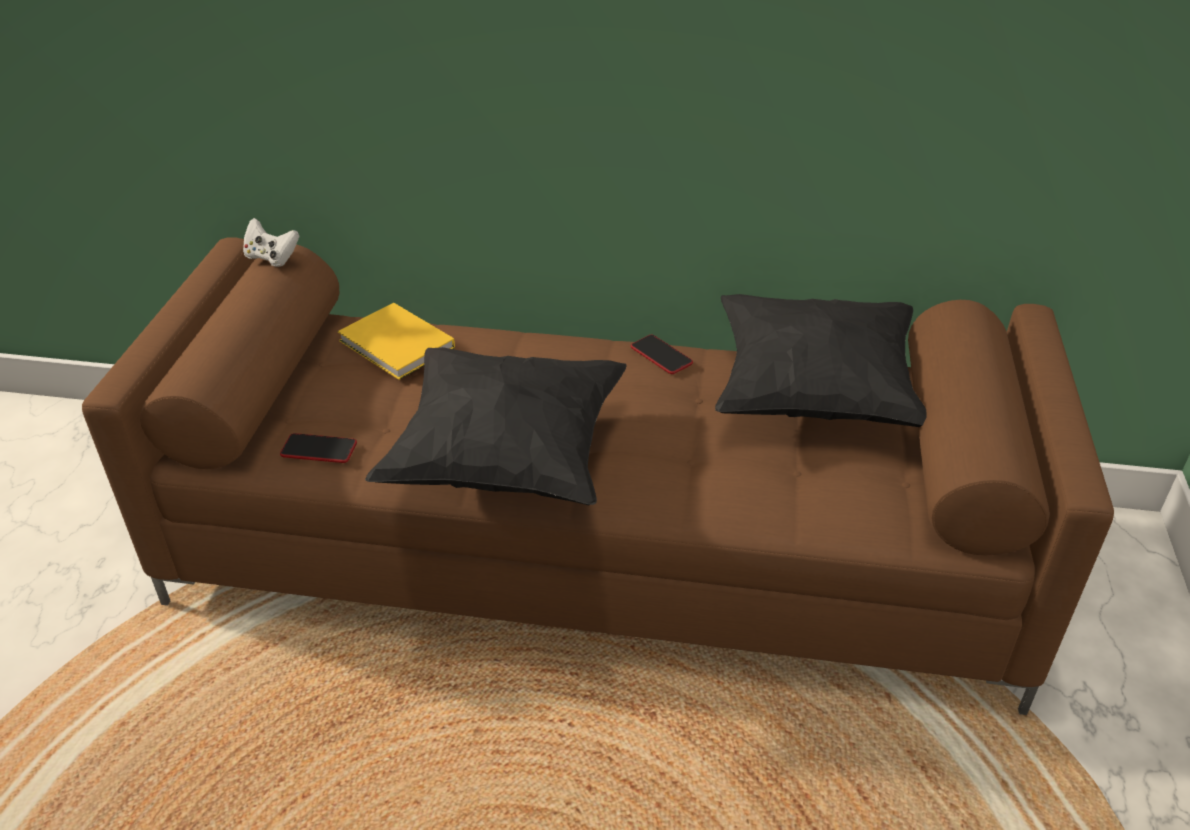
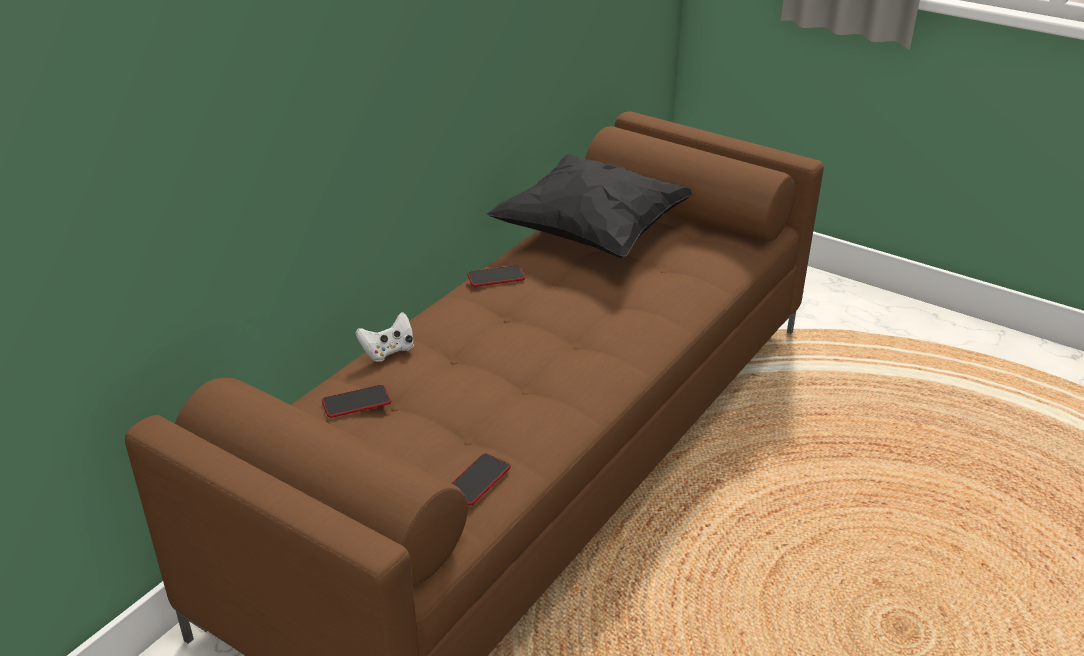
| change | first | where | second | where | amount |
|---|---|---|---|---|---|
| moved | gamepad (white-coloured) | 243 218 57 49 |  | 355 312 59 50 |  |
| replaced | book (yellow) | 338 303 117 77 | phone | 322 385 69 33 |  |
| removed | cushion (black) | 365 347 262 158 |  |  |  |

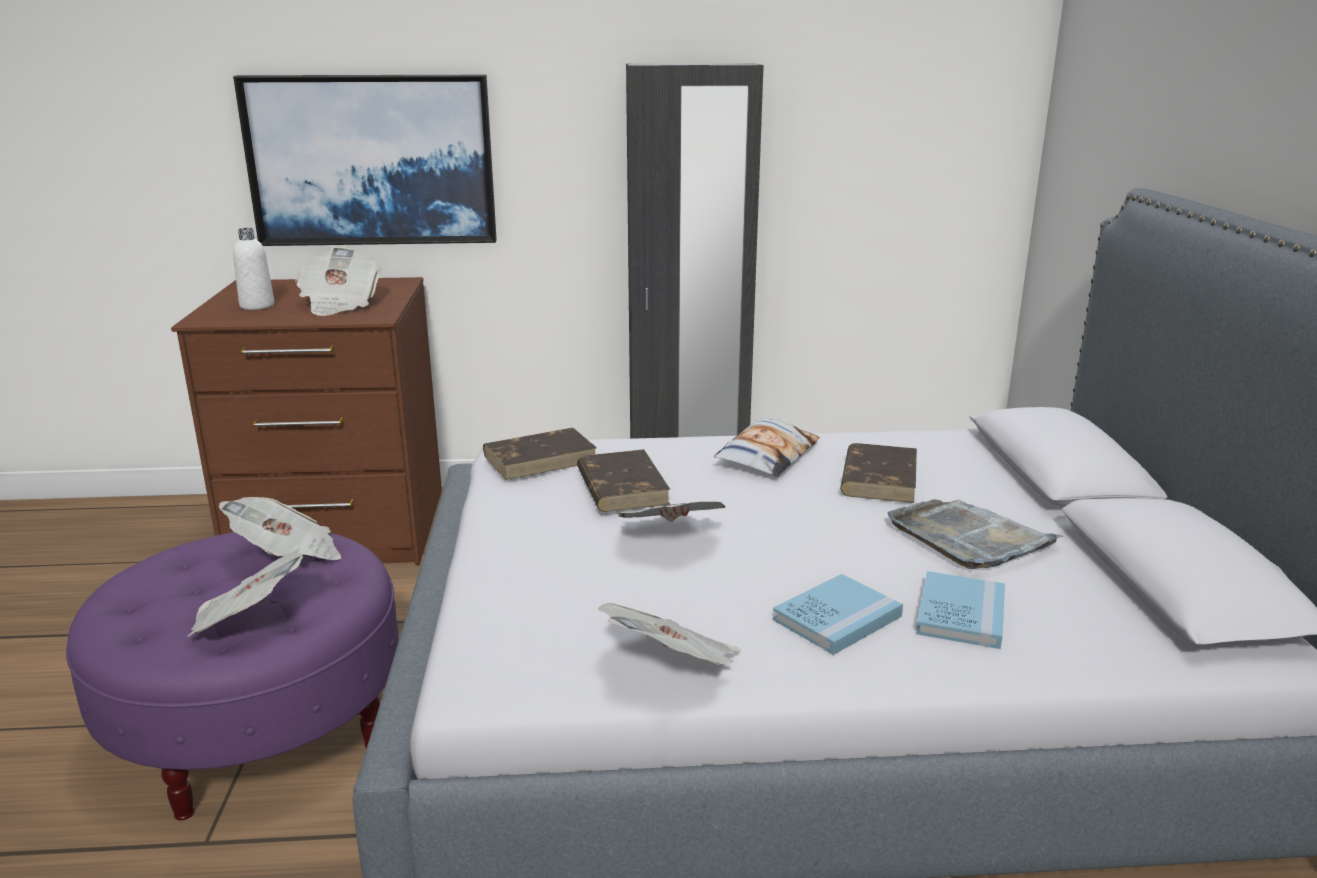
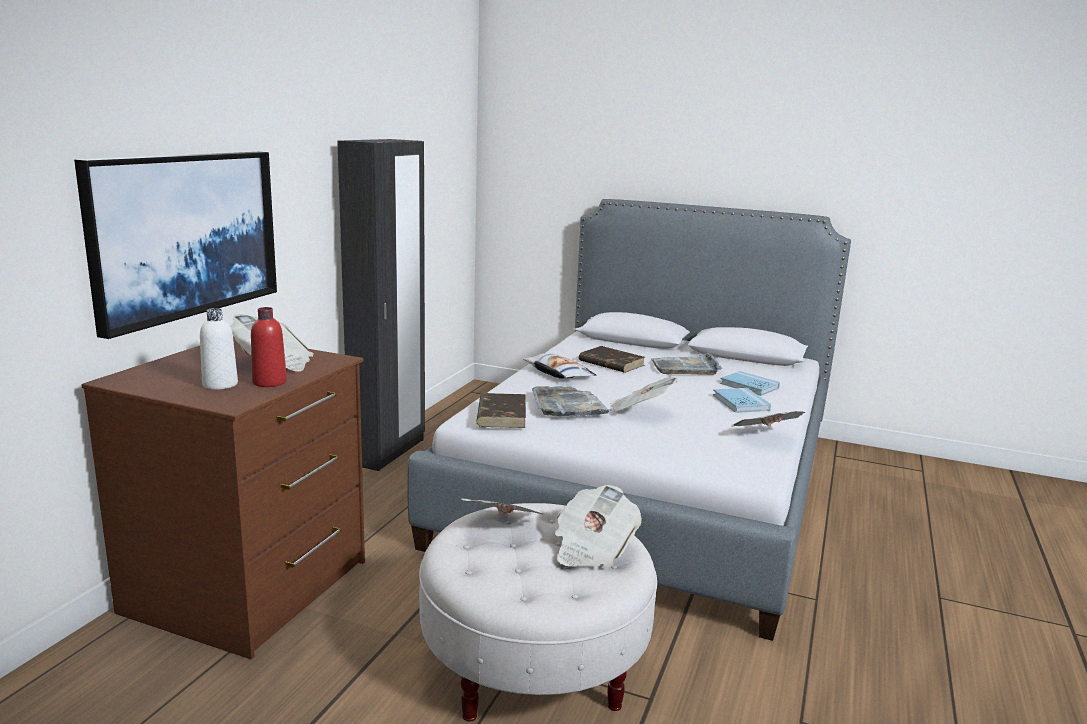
| change | first | where | second | where | amount |
|---|---|---|---|---|---|
| recoloured | pouffe (purplish) | 66 532 333 289 | pouffe (white-coloured) | 419 503 238 219 |  |
| replaced | book (brown-coloured) | 577 449 94 63 | carrying tray (greyish) | 532 386 78 30 |  |
| added |  |  | beverage bottle (red-coloured) | 251 307 36 80 |  |

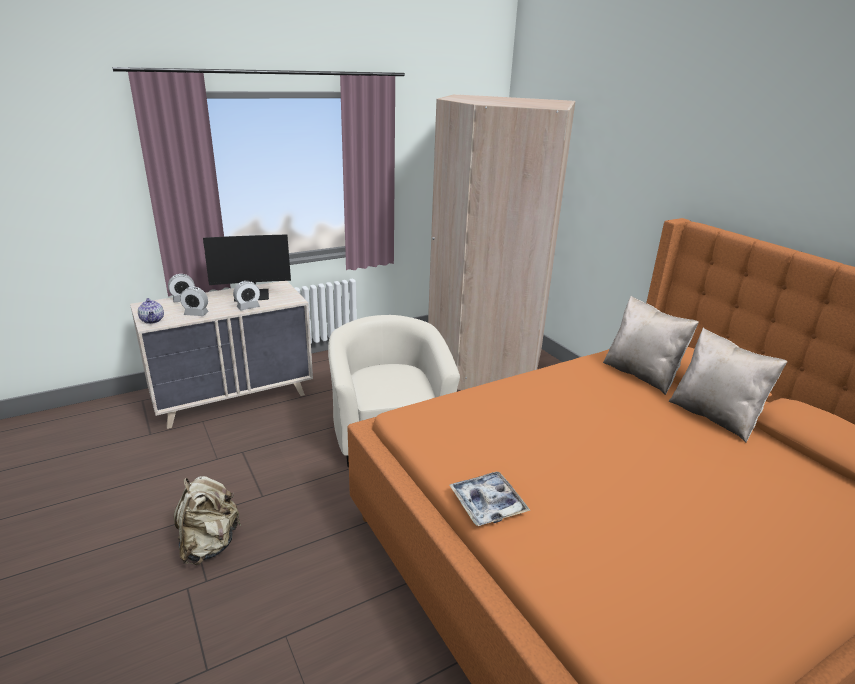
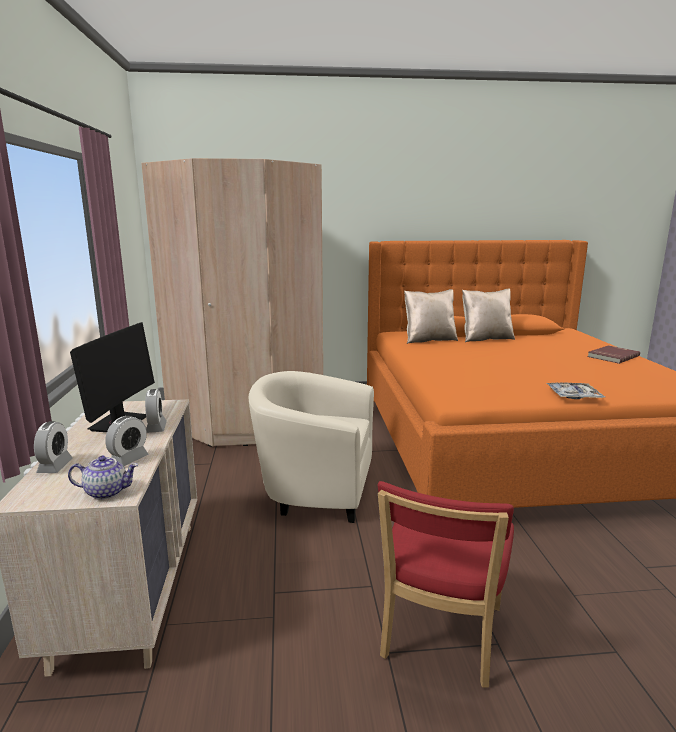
| change | first | where | second | where | amount |
|---|---|---|---|---|---|
| replaced | backpack (sand-coloured) | 174 476 67 89 | plain chair (red-coloured) | 378 481 136 206 |  |
| added |  |  | book (red-coloured) | 588 345 52 19 |  |

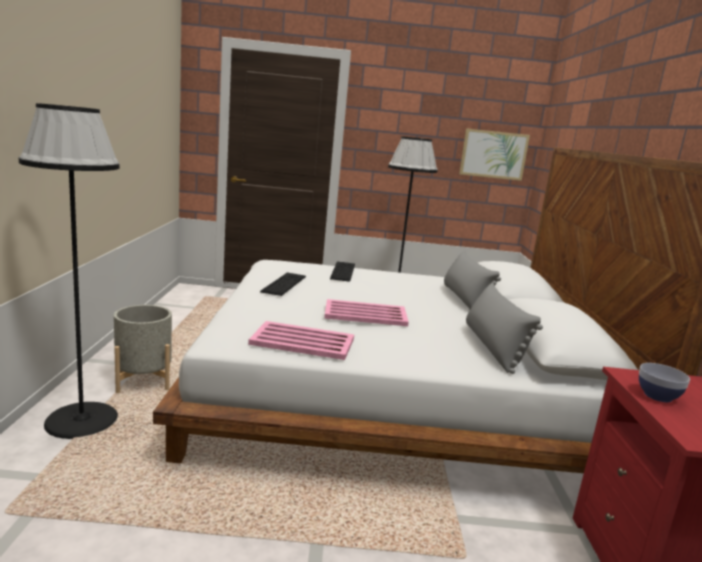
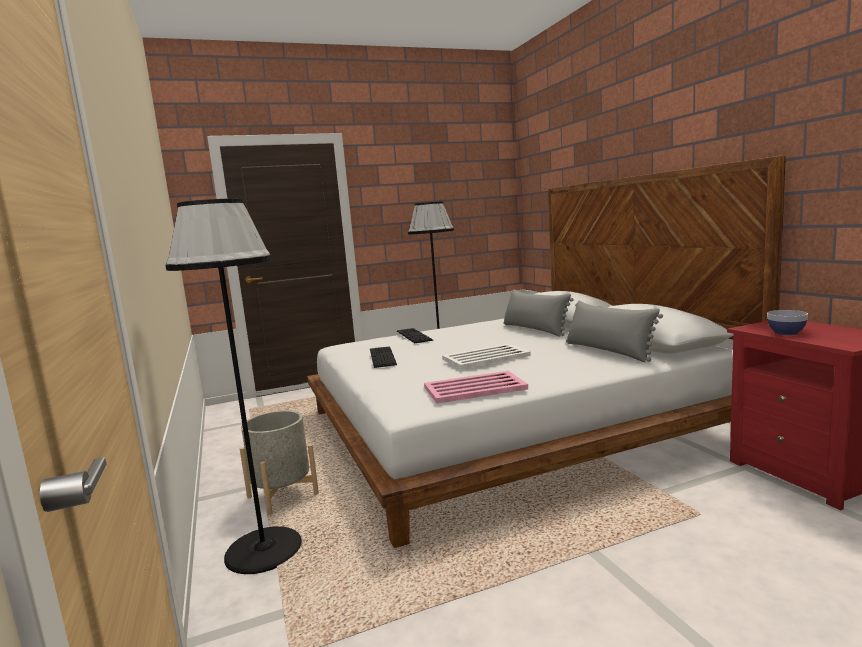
| change | first | where | second | where | amount |
|---|---|---|---|---|---|
| recoloured | carrying tray (pink) | 324 299 85 27 | carrying tray (white-coloured) | 442 344 89 25 |  |
| removed | picture | 459 128 71 53 |  |  |  |

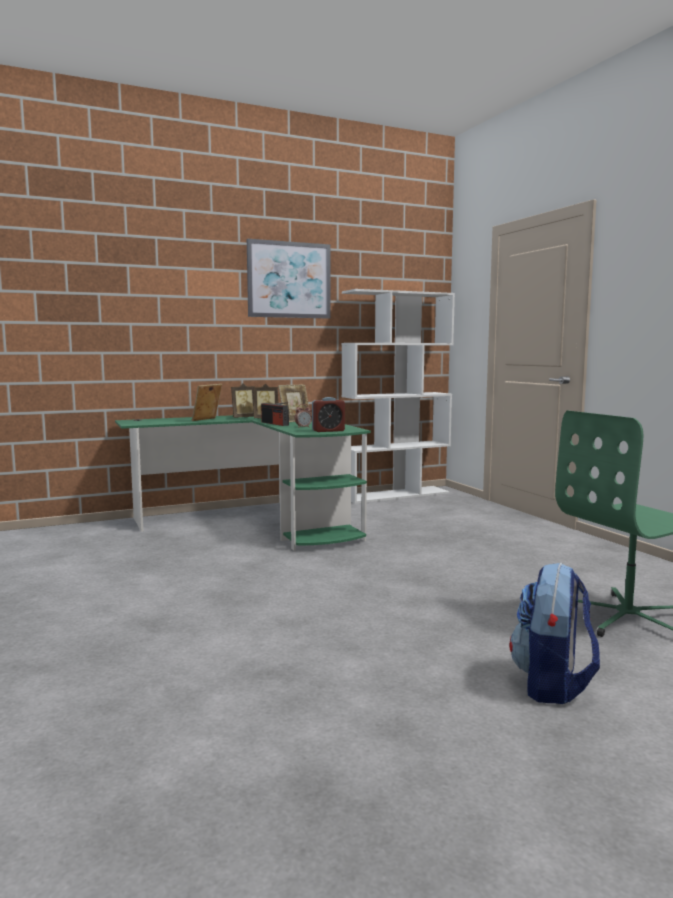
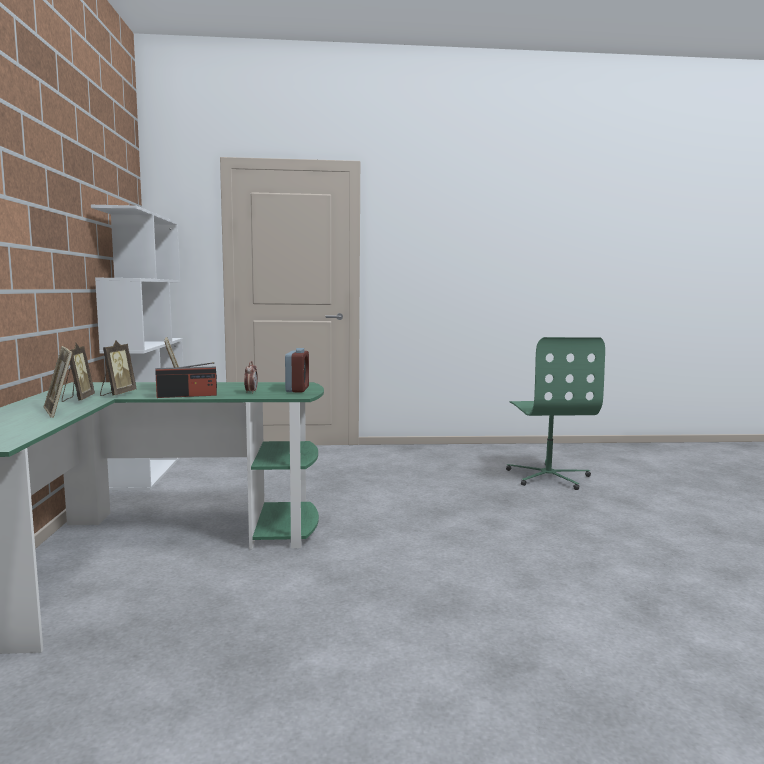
| change | first | where | second | where | amount |
|---|---|---|---|---|---|
| removed | picture | 247 239 83 80 |  |  |  |
| removed | backpack | 509 563 91 141 |  |  |  |

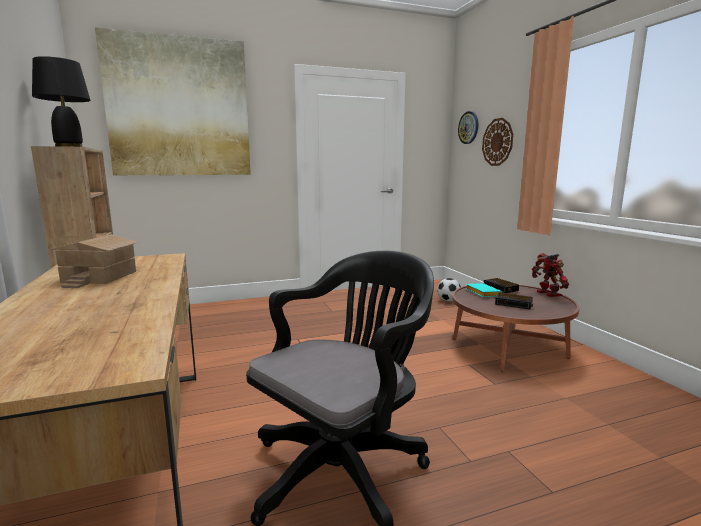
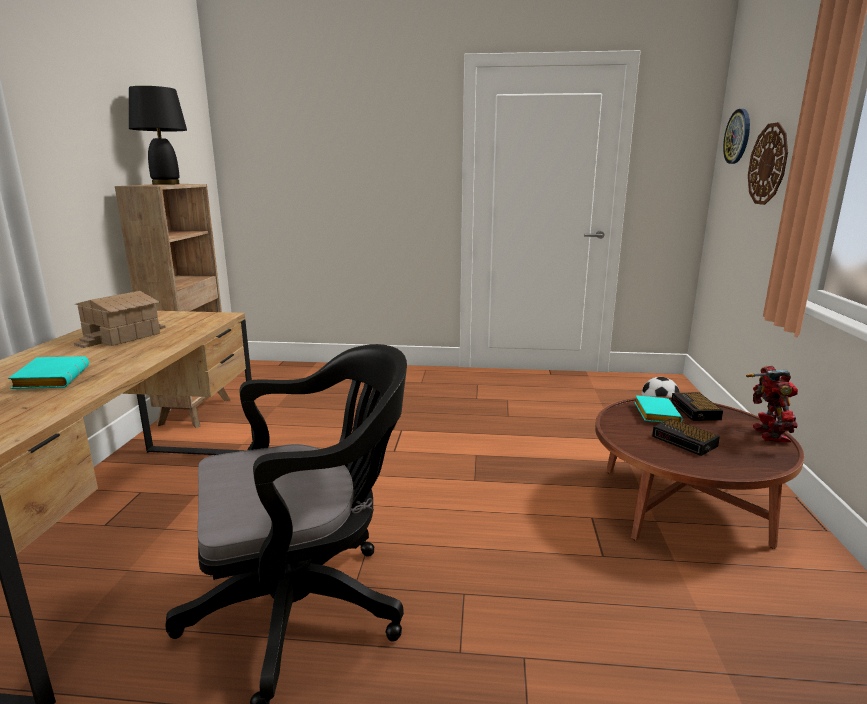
| change | first | where | second | where | amount |
|---|---|---|---|---|---|
| removed | picture | 95 27 156 148 |  |  |  |
| added |  |  | book (turquoise) | 8 356 81 33 |  |

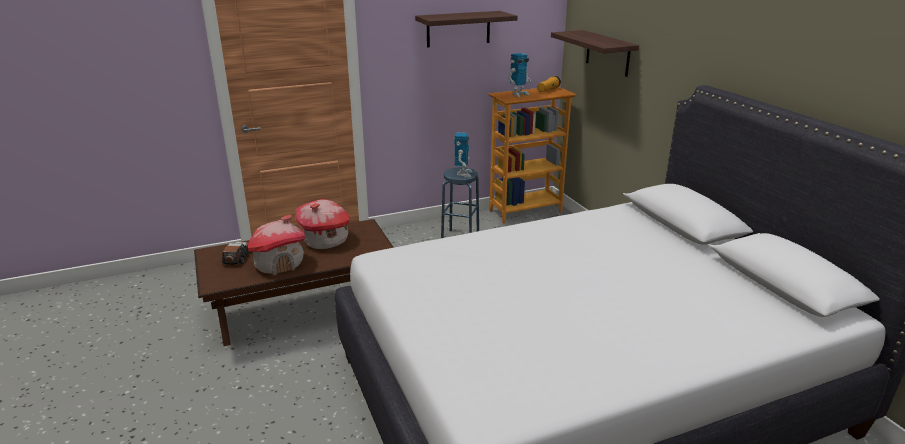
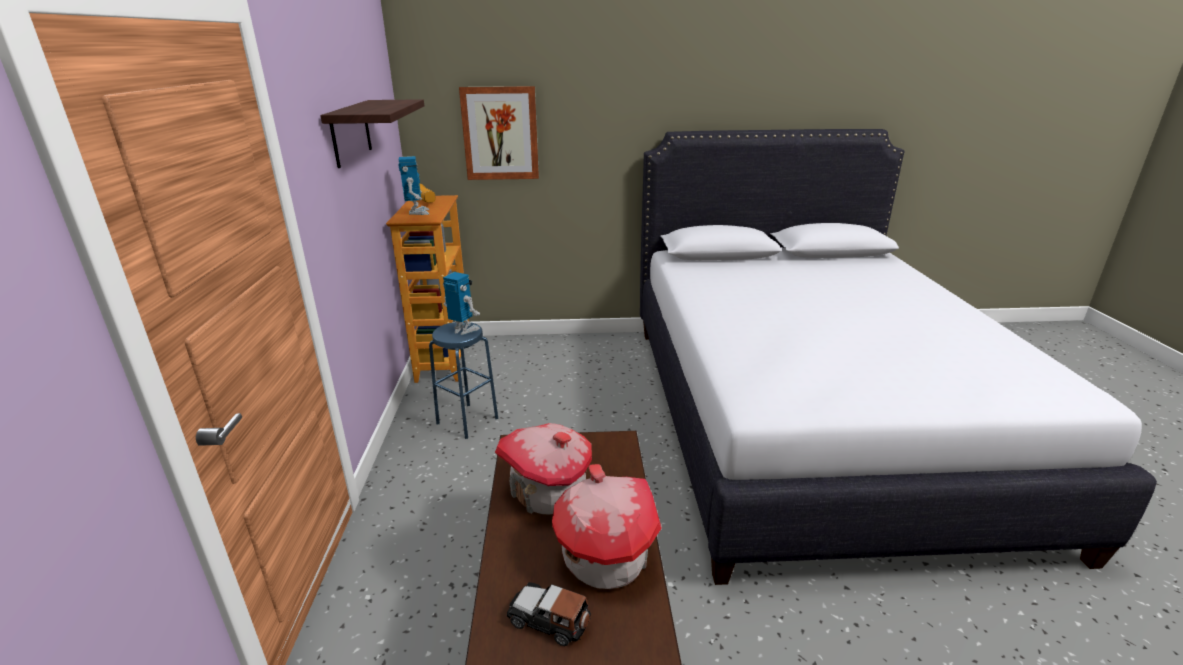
| change | first | where | second | where | amount |
|---|---|---|---|---|---|
| replaced | shelf | 551 30 88 47 | picture | 459 86 80 94 |  |

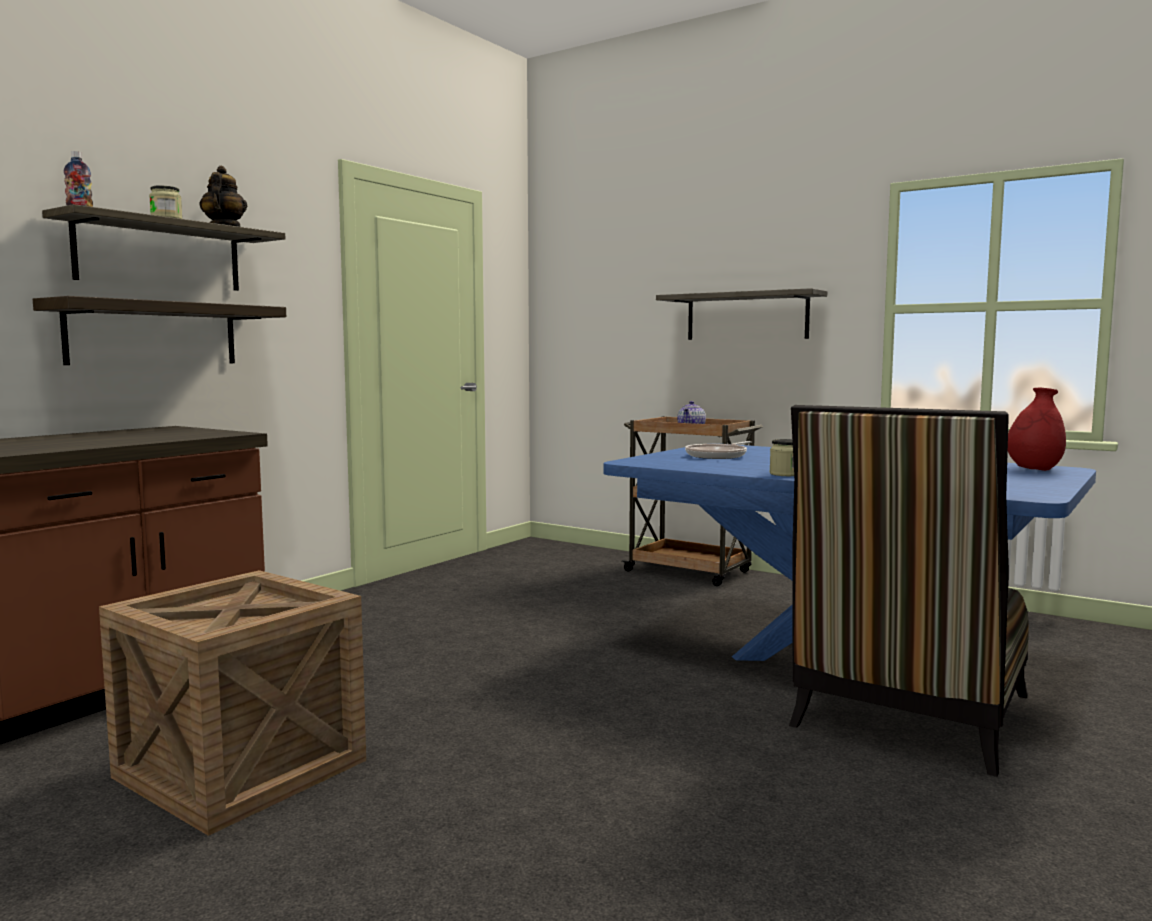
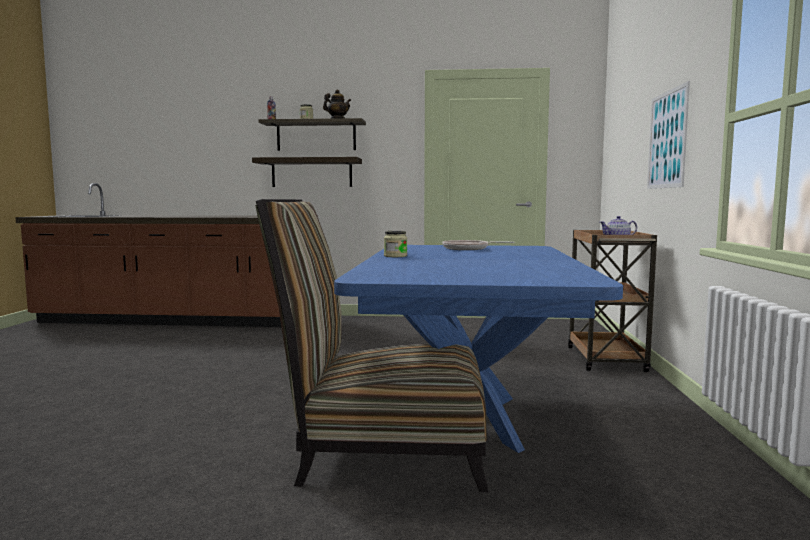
| change | first | where | second | where | amount |
|---|---|---|---|---|---|
| removed | shipping crate | 99 570 267 266 |  |  |  |
| replaced | shelf | 656 288 171 52 | picture | 647 81 43 108 |  |
| removed | flower vase (red-coloured) | 1008 388 58 83 |  |  |  |

